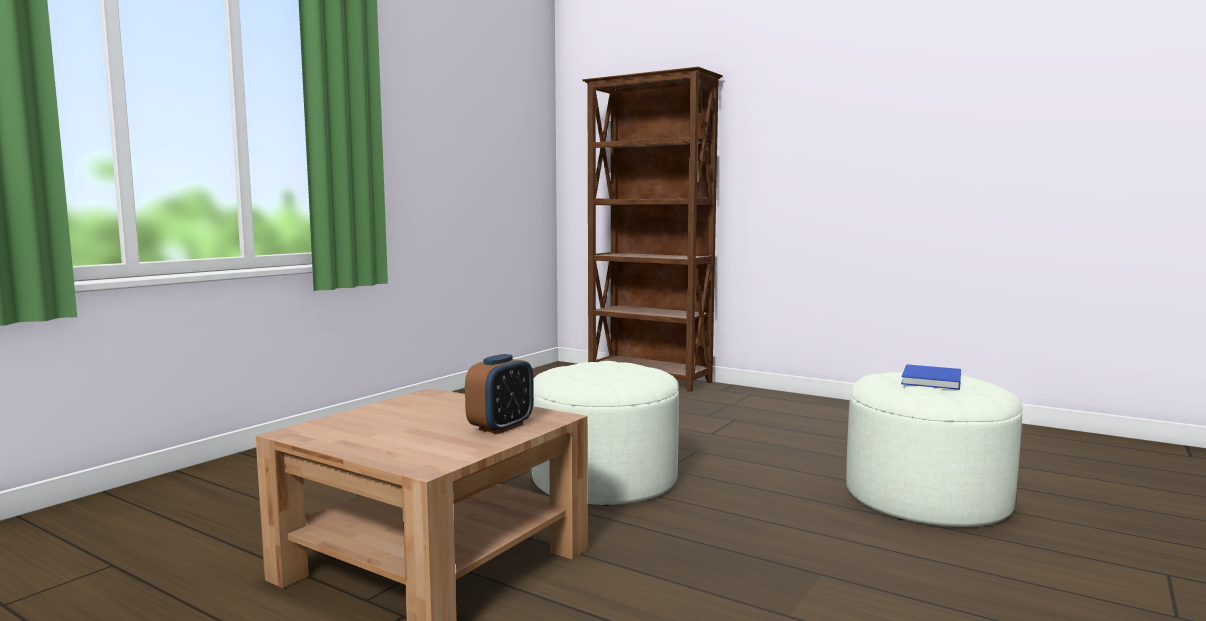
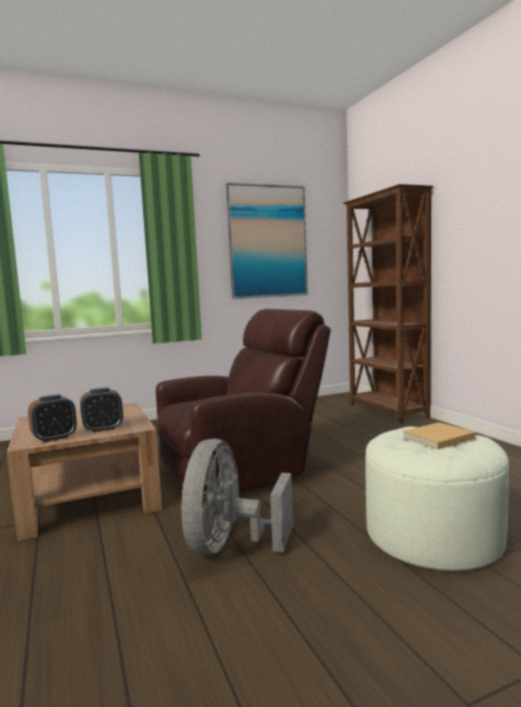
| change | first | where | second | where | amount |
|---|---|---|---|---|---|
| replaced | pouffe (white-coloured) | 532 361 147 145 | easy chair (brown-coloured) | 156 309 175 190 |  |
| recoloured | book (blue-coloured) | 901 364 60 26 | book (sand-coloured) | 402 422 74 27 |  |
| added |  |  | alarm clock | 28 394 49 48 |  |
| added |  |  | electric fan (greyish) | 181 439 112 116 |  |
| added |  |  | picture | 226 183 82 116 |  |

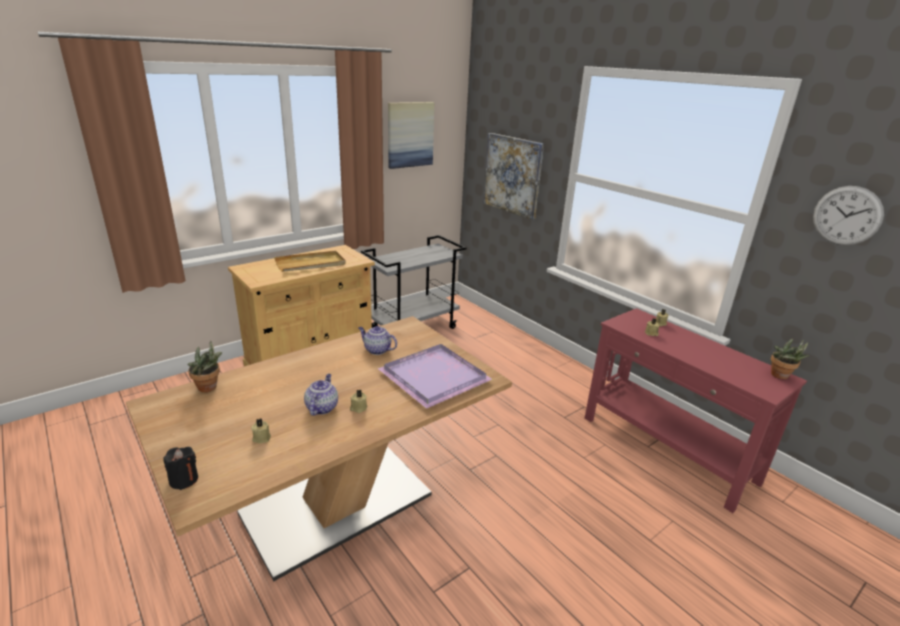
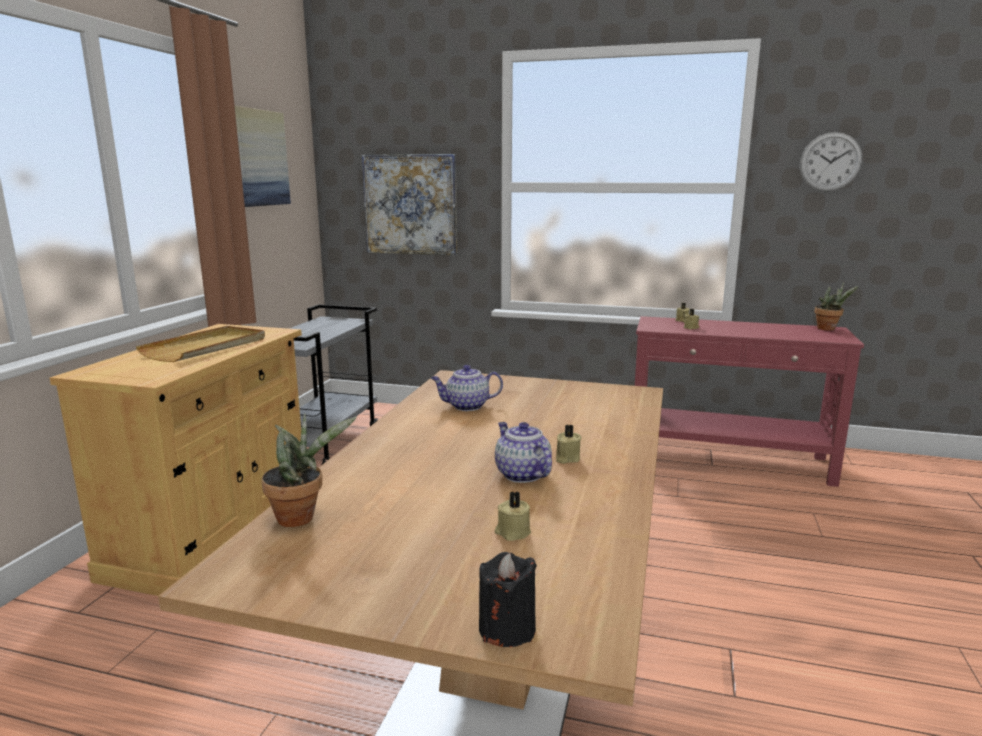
| change | first | where | second | where | amount |
|---|---|---|---|---|---|
| removed | carrying tray (purplish) | 377 344 115 65 |  |  |  |

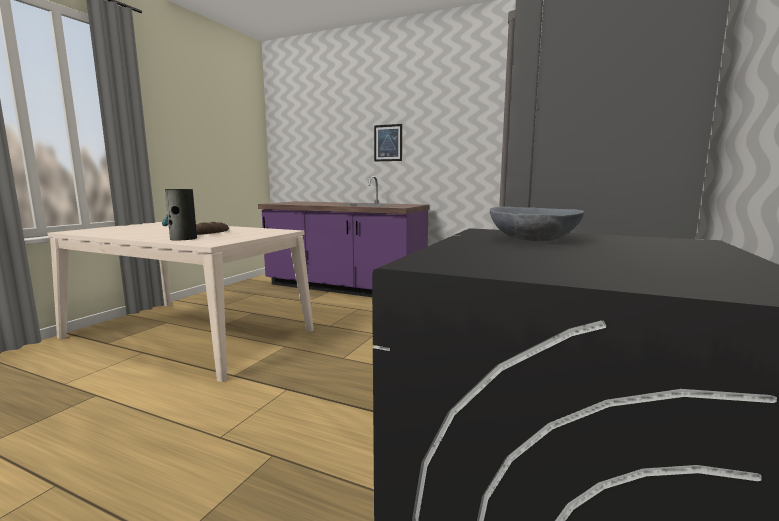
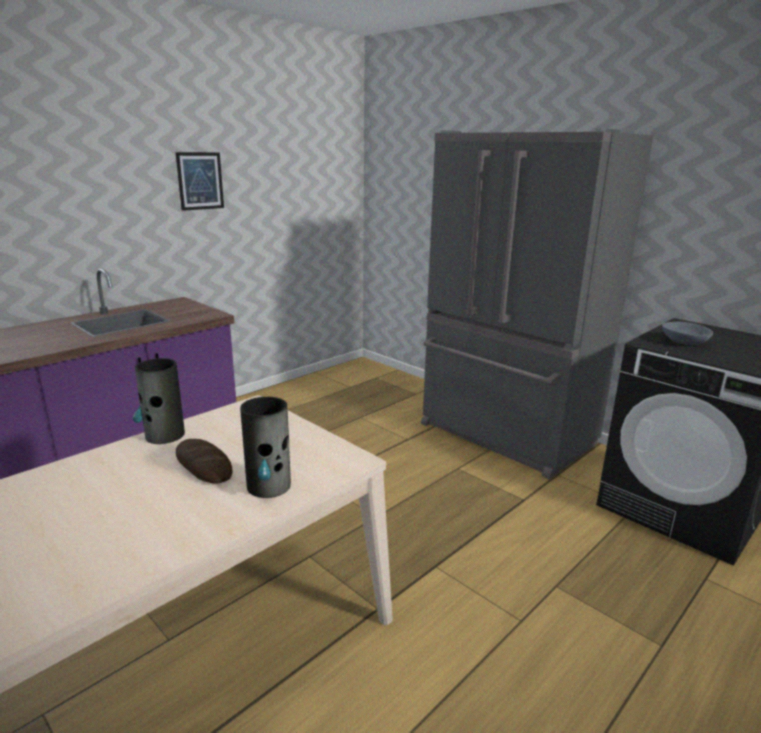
| change | first | where | second | where | amount |
|---|---|---|---|---|---|
| moved | picture | 374 124 28 37 |  | 175 152 49 59 |  |
| added |  |  | flower vase | 133 358 52 86 |  |

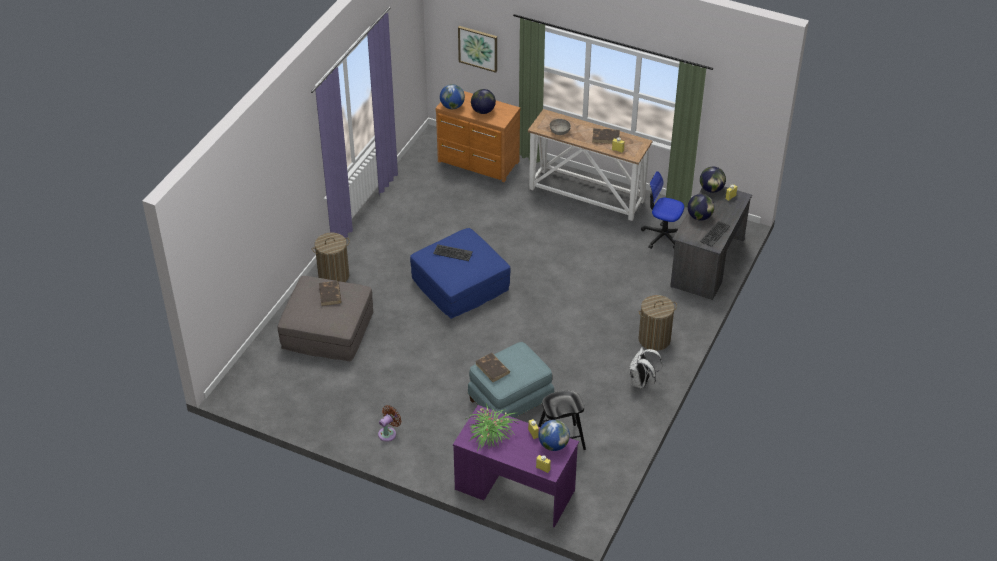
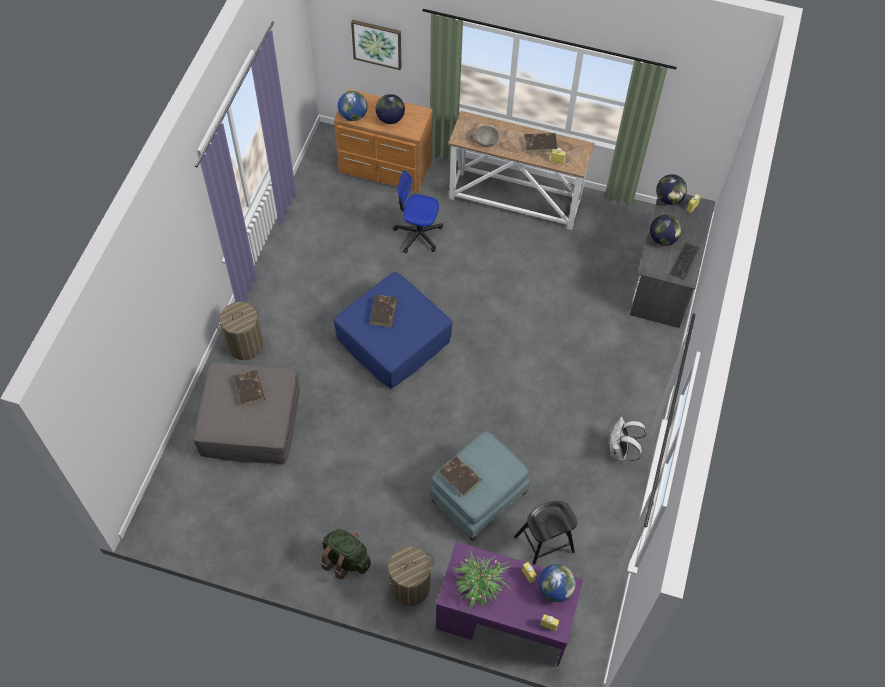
| change | first | where | second | where | amount |
|---|---|---|---|---|---|
| replaced | electric fan (brown-coloured) | 378 405 24 37 | backpack (green) | 320 529 51 50 |  |
| replaced | PC keyboard | 433 244 40 17 | book (brown-coloured) | 370 295 28 32 |  |
| moved | washing basket | 638 295 39 56 |  | 386 547 48 59 |  |
| moved | desk chair | 641 171 43 78 |  | 393 171 50 82 |  |

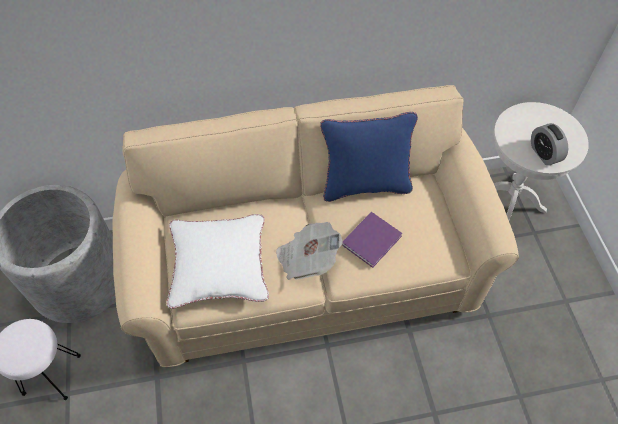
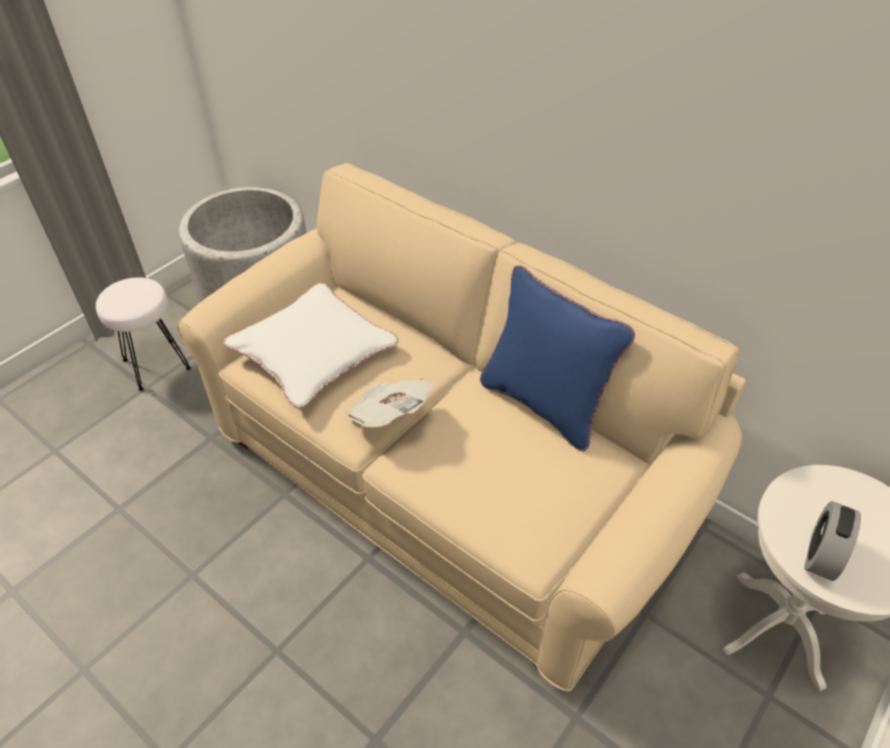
| change | first | where | second | where | amount |
|---|---|---|---|---|---|
| removed | book (purplish) | 342 212 61 56 |  |  |  |

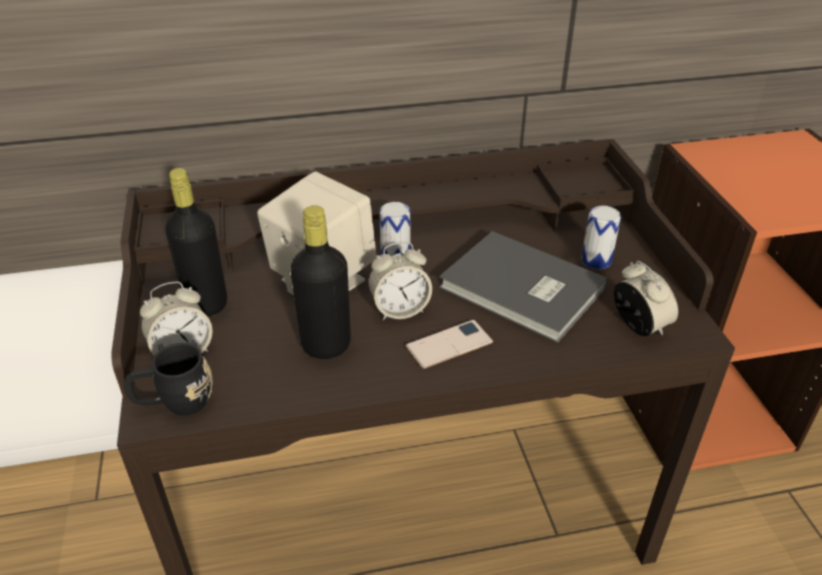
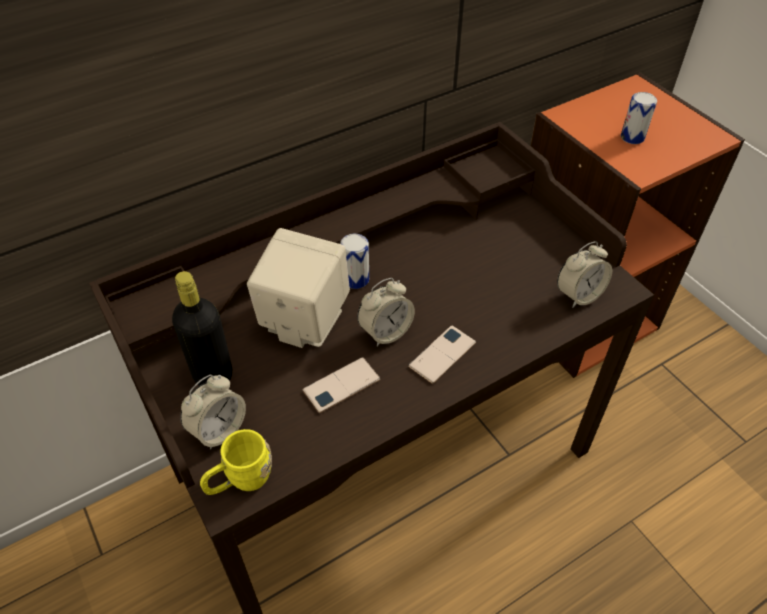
| change | first | where | second | where | amount |
|---|---|---|---|---|---|
| recoloured | mug (black) | 124 343 89 73 | mug (yellow) | 200 429 72 66 |  |
| replaced | beverage bottle (black) | 290 205 61 154 | phone | 303 357 77 56 |  |
| removed | book (greyish) | 439 231 168 112 |  |  |  |
| moved | metal can | 581 206 40 63 |  | 621 92 36 52 |  |
| turned | alarm clock | 614 261 64 75 |  | 557 241 55 67 | 105 degrees clockwise |

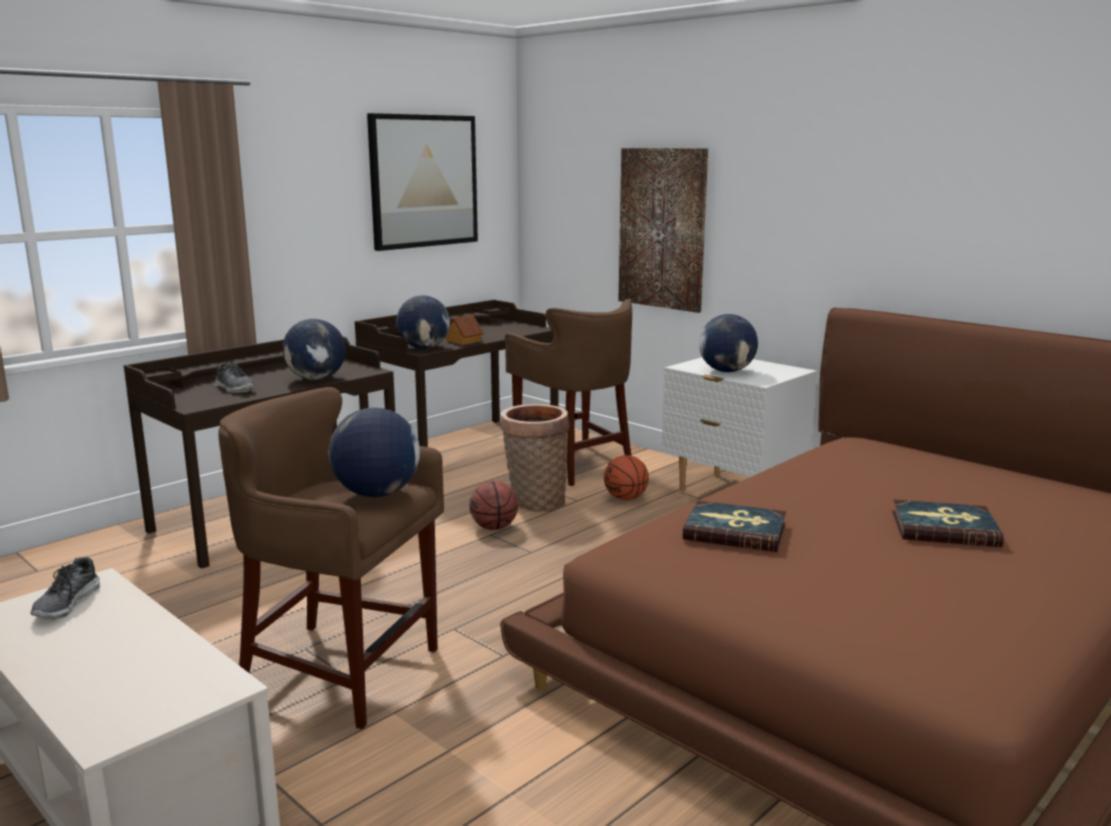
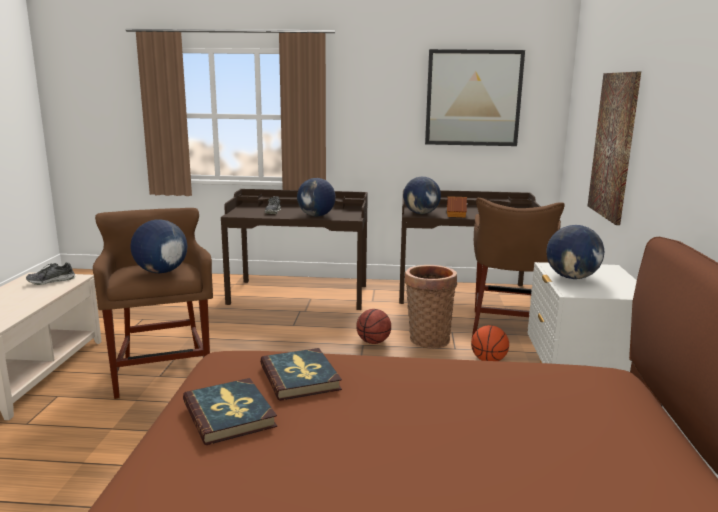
| change | first | where | second | where | amount |
|---|---|---|---|---|---|
| moved | book | 892 500 112 47 |  | 183 378 94 67 |  |

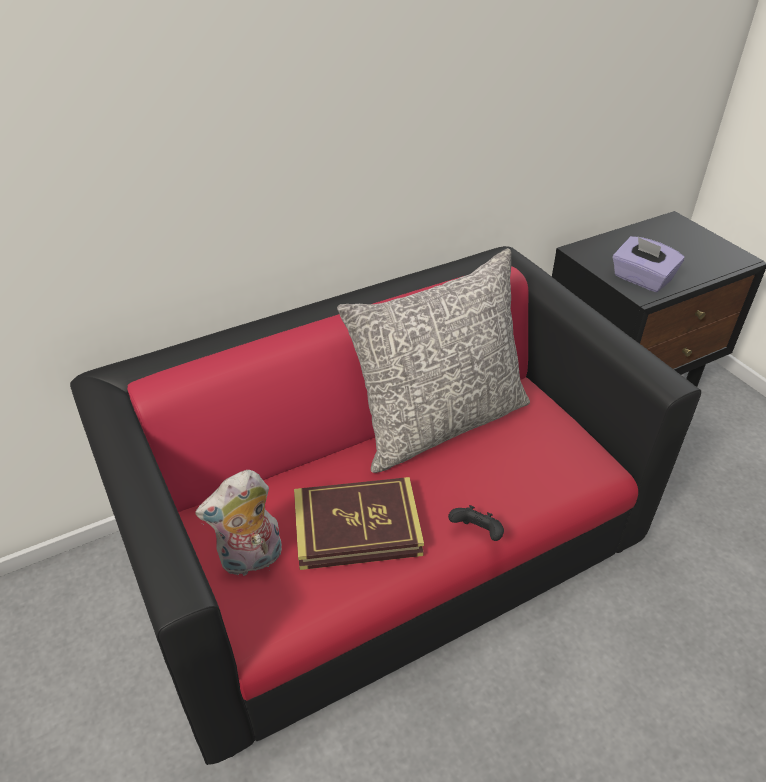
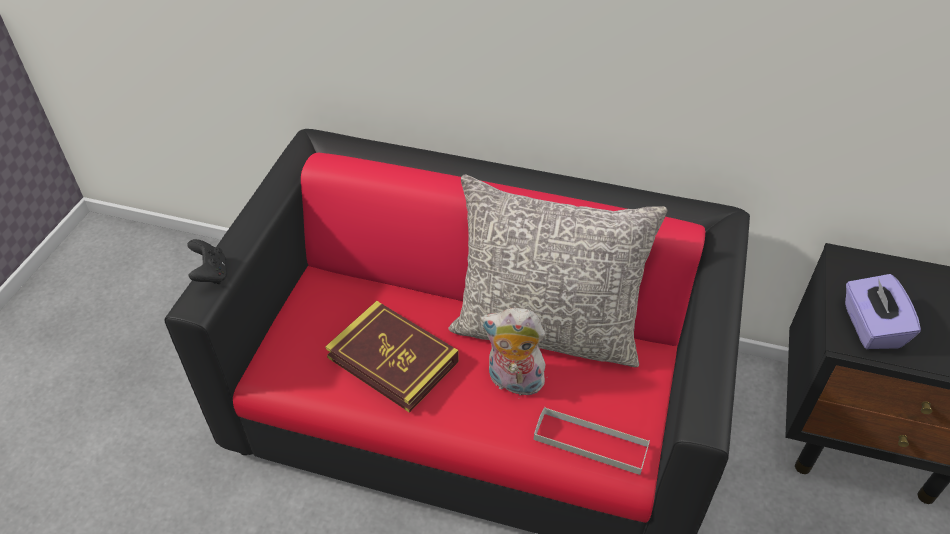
| change | first | where | second | where | amount |
|---|---|---|---|---|---|
| moved | soft toy | 195 470 87 106 |  | 480 308 65 88 |  |
| moved | gamepad (black) | 448 505 56 36 |  | 187 239 40 45 |  |
| added |  |  | carrying tray (greyish) | 534 407 116 68 |  |

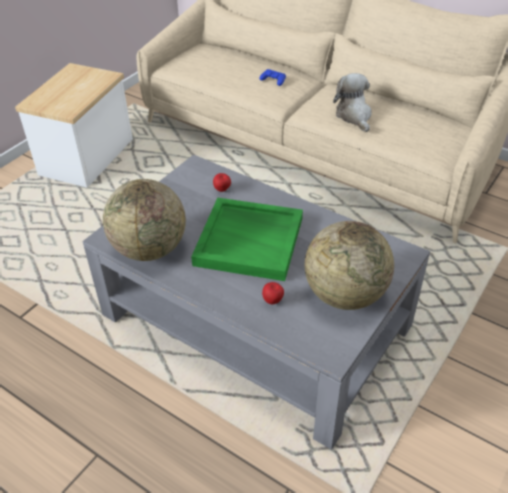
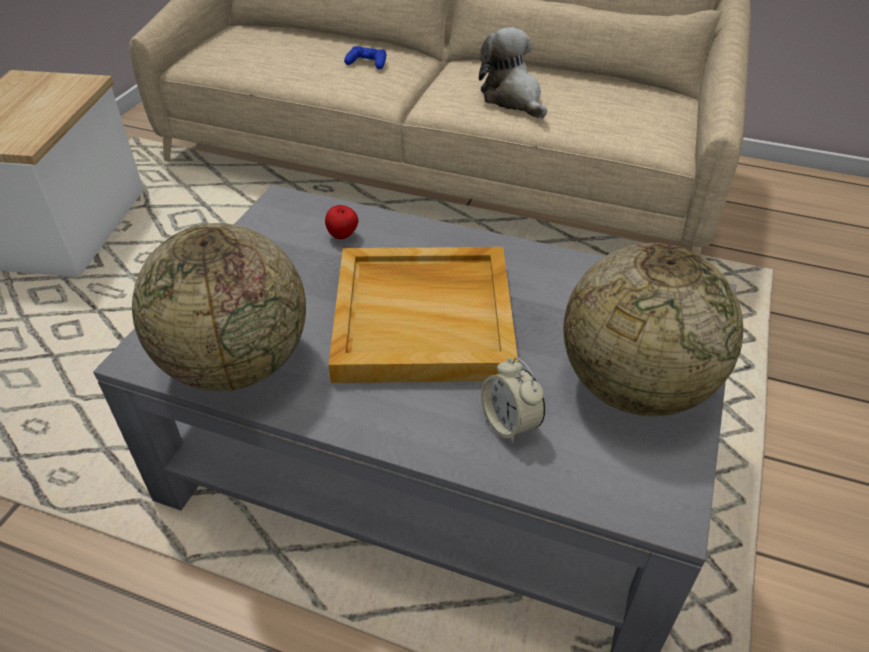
| change | first | where | second | where | amount |
|---|---|---|---|---|---|
| recoloured | carrying tray (green) | 191 197 112 84 | carrying tray (sand-coloured) | 328 247 190 136 |  |
| replaced | apple fruit | 262 282 22 22 | alarm clock | 481 357 64 87 |  |

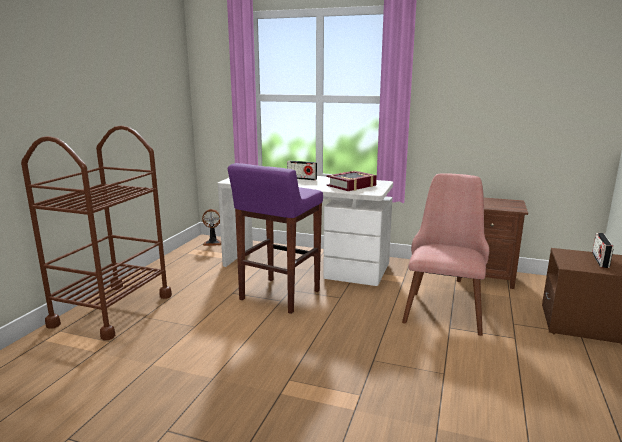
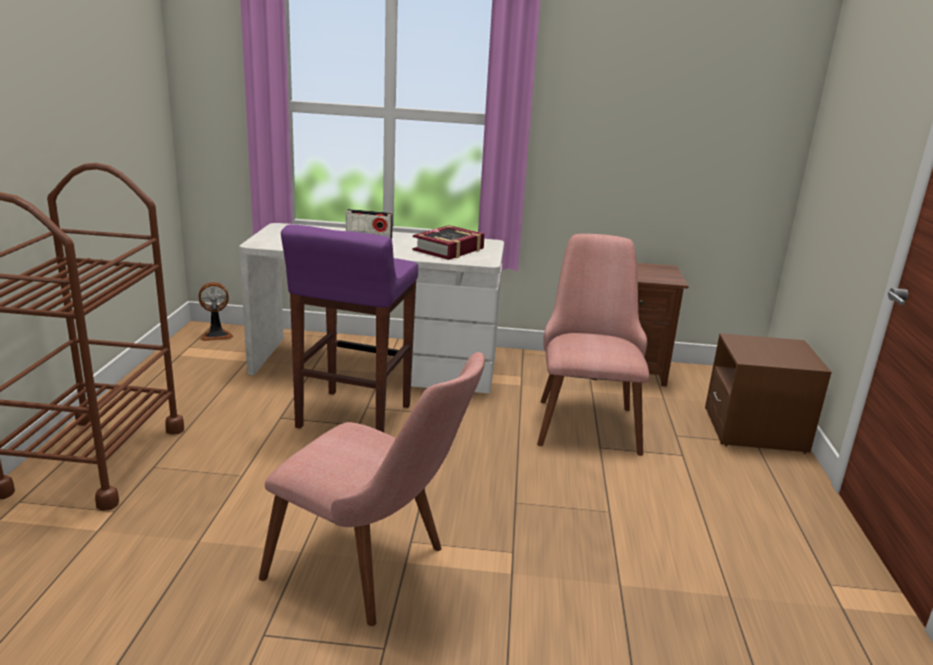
| change | first | where | second | where | amount |
|---|---|---|---|---|---|
| removed | radio receiver | 592 233 22 35 |  |  |  |
| added |  |  | plain chair (pink) | 259 352 226 274 |  |

